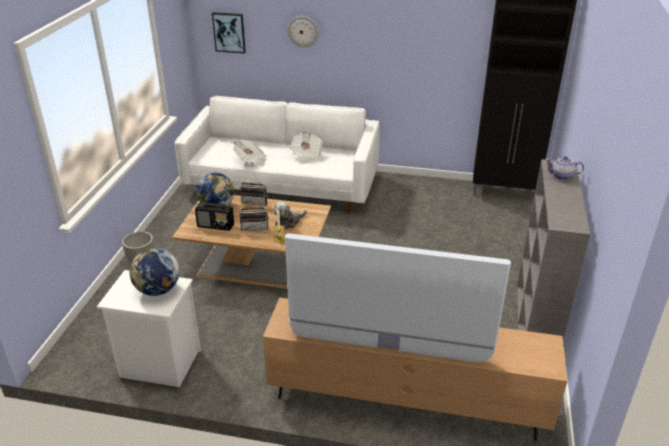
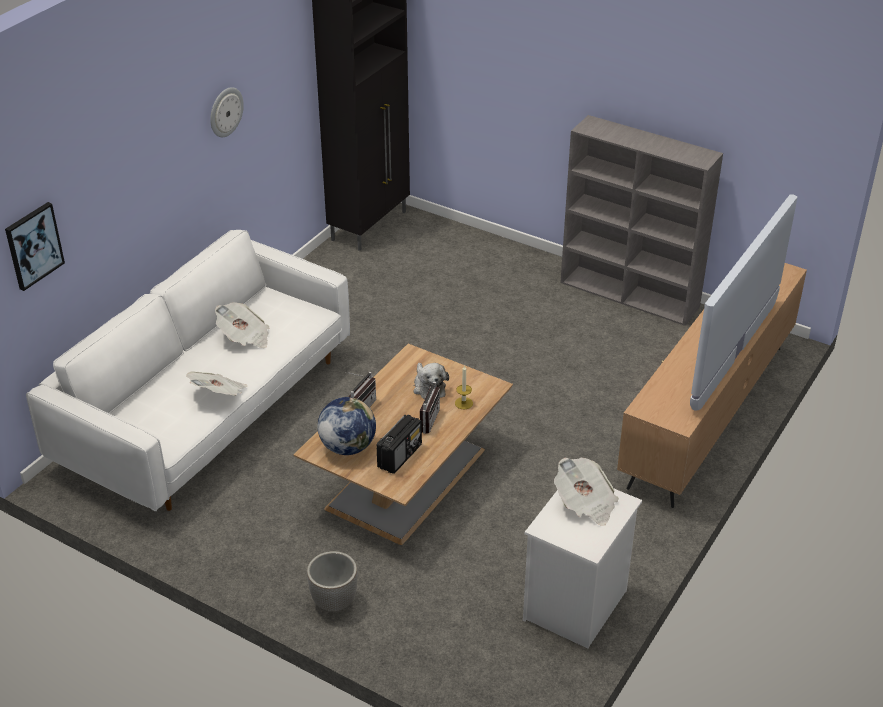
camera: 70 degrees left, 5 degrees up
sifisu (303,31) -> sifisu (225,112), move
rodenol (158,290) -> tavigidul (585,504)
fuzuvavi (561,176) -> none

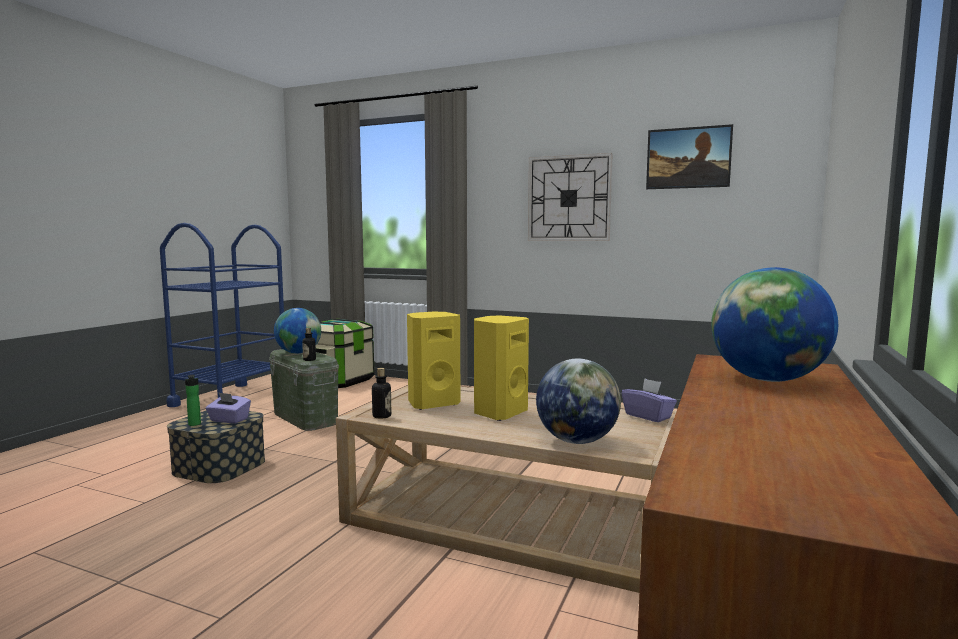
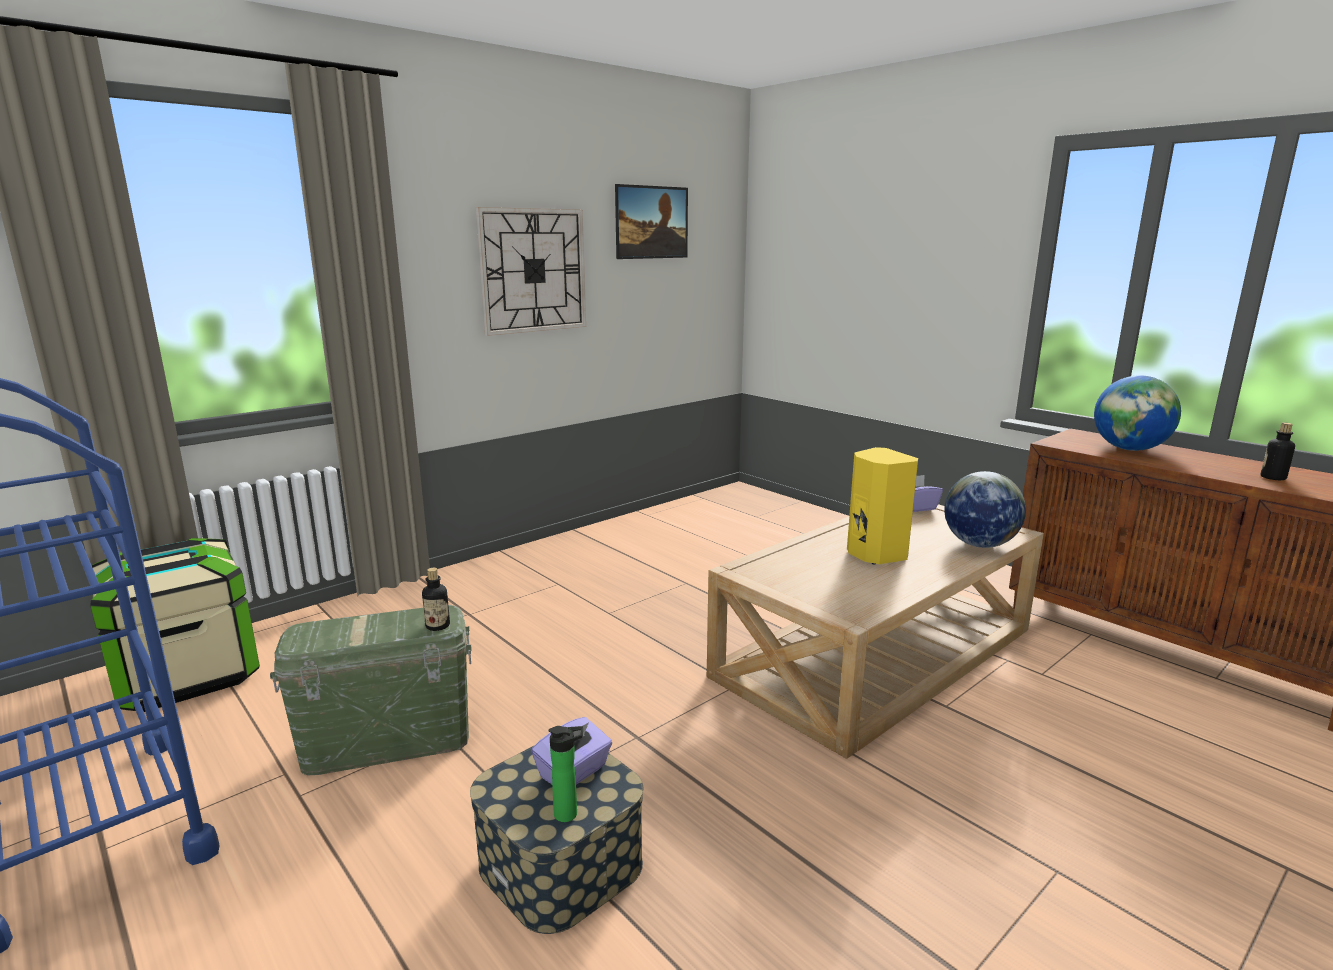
camera: 65 degrees left, 10 degrees up
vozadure (382,416) -> vozadure (1273,477), move
rodenol (298,353) -> none
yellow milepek (432,403) -> none

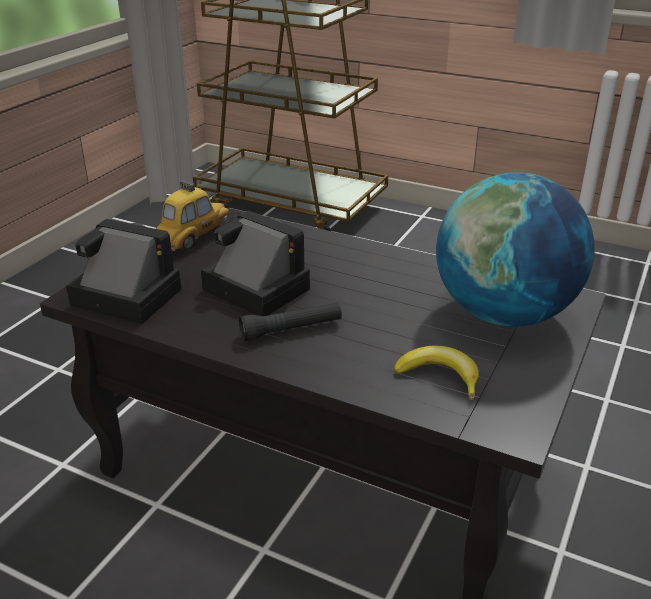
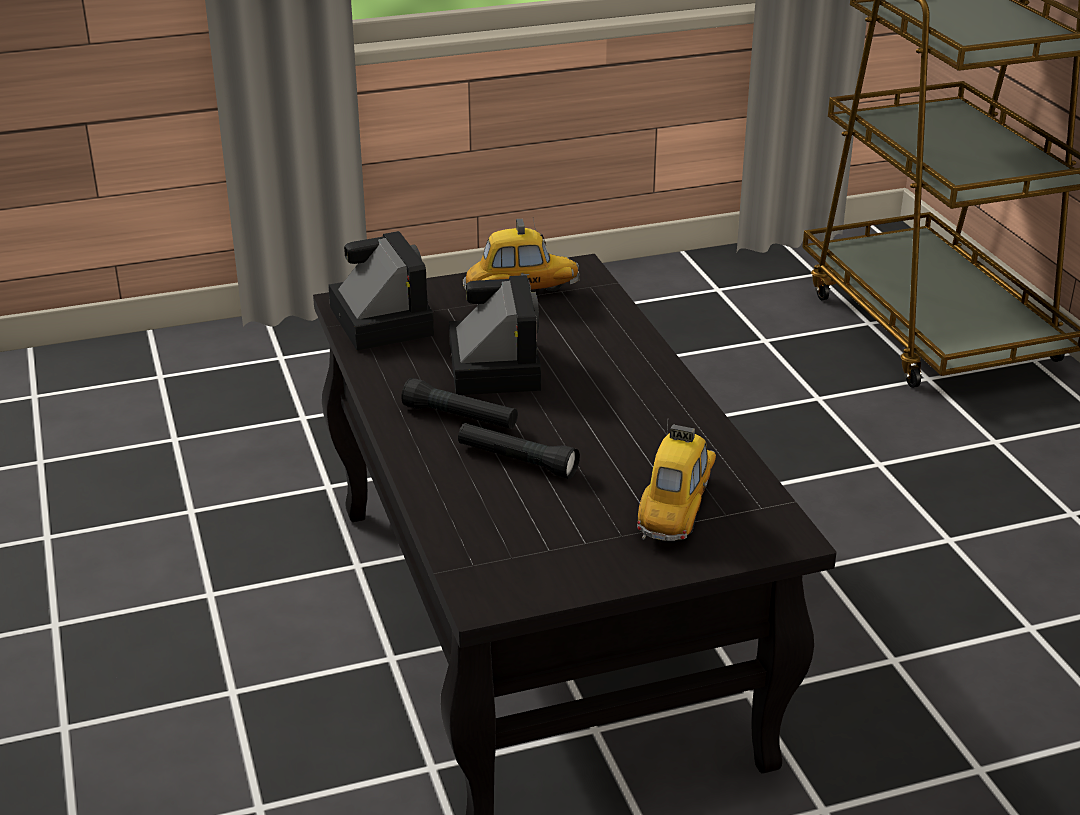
camera: 45 degrees right, 0 degrees up
none -> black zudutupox (517,461)
rodenol (503,314) -> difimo (678,509)
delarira (439,377) -> none

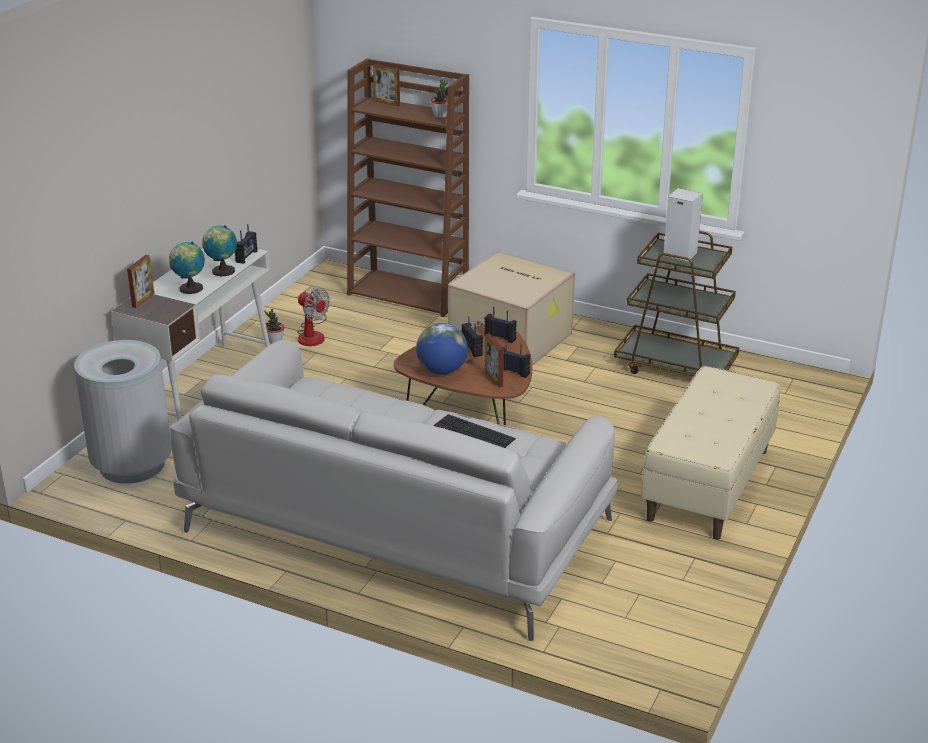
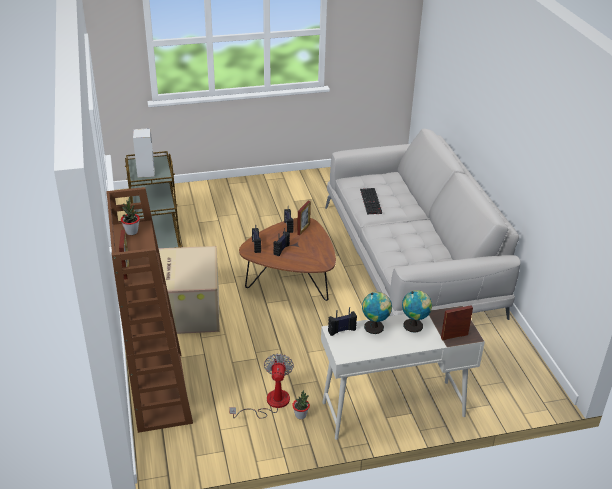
camera: 130 degrees left, 5 degrees up
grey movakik (132,465) -> none
rodenol (442,371) -> none
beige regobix (709,485) -> none

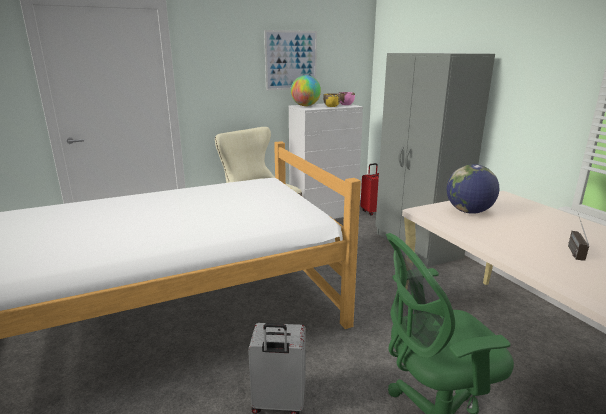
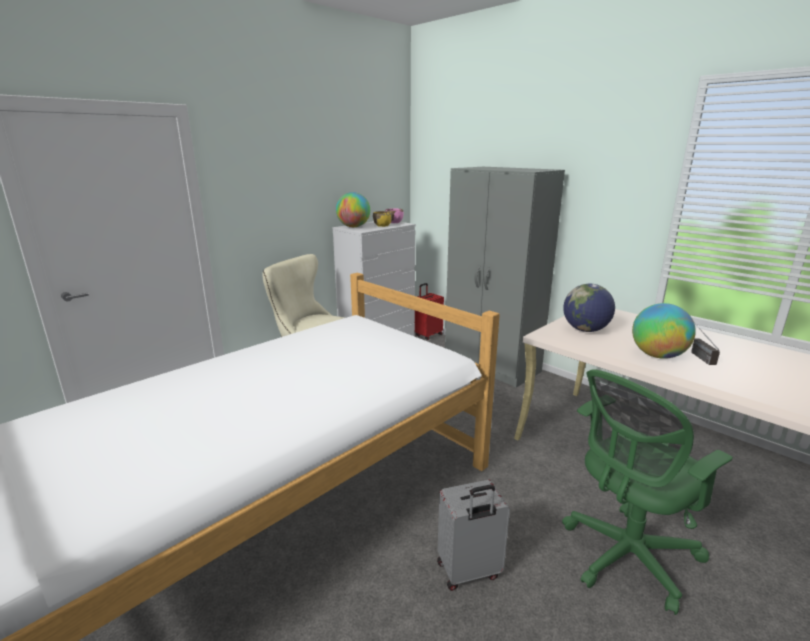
camera: 20 degrees left, 0 degrees up
none -> rodenol (657,355)
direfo (291,60) -> none

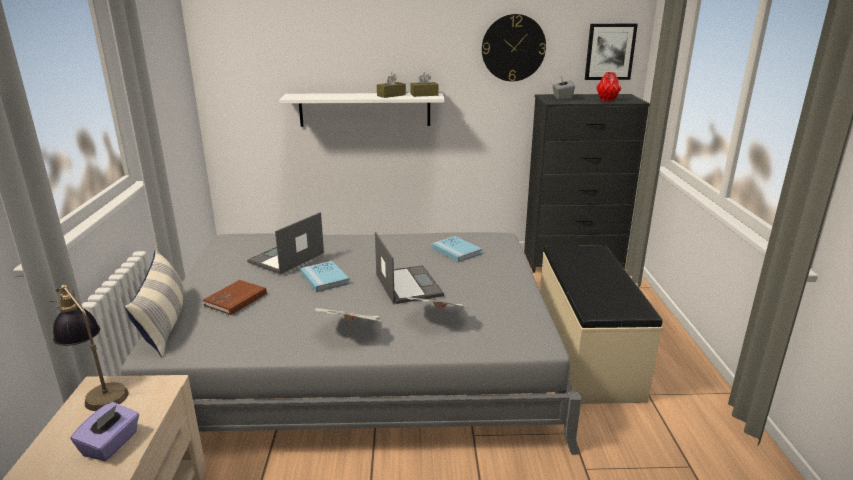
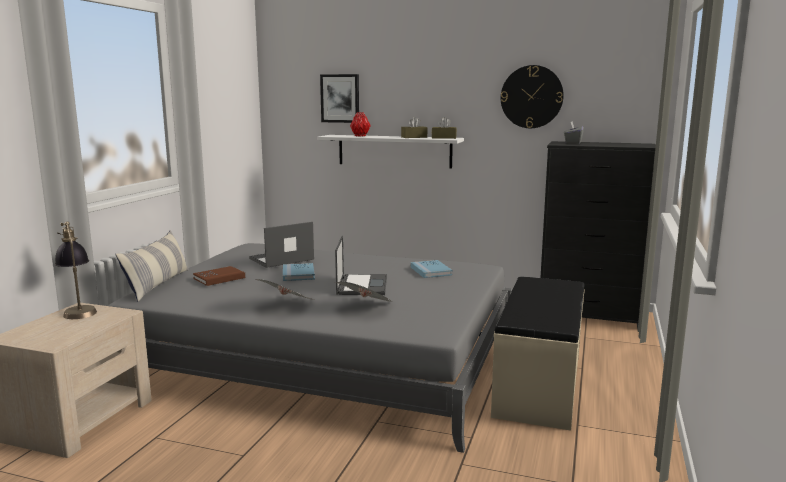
camera: 20 degrees right, 10 degrees down
direfo (610,51) -> direfo (340,98), move
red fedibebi (606,100) -> red fedibebi (360,136), move
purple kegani (111,444) -> none

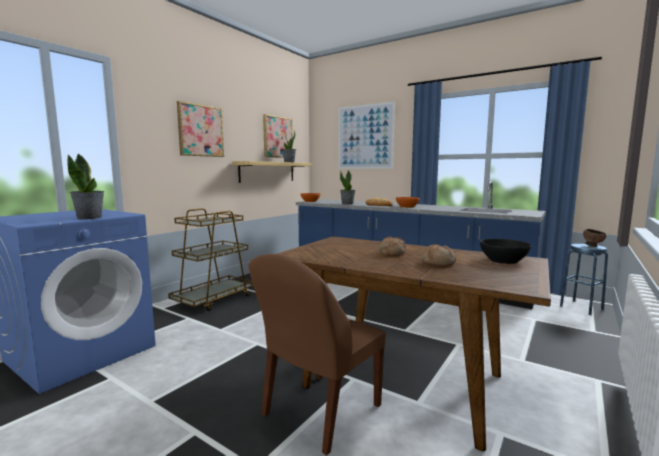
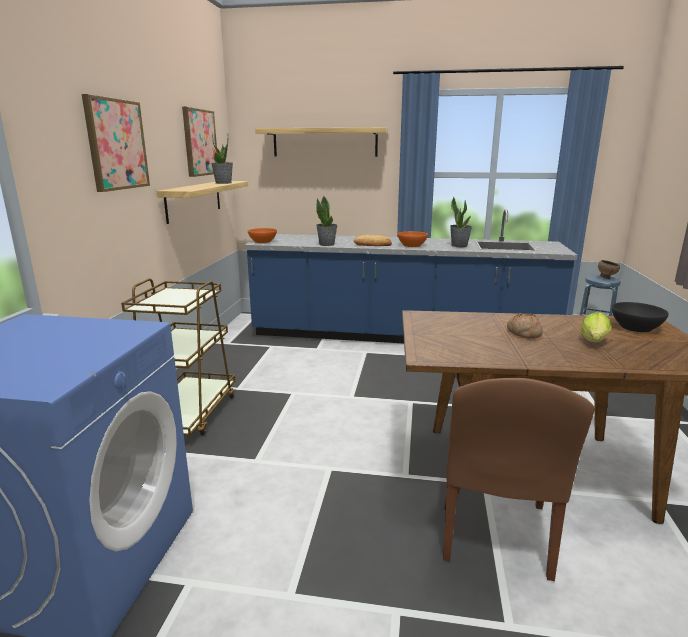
camera: 25 degrees left, 10 degrees up
direfo (365,137) -> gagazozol (325,142)
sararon (90,217) -> sararon (459,245), move
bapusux (438,263) -> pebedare (594,342)

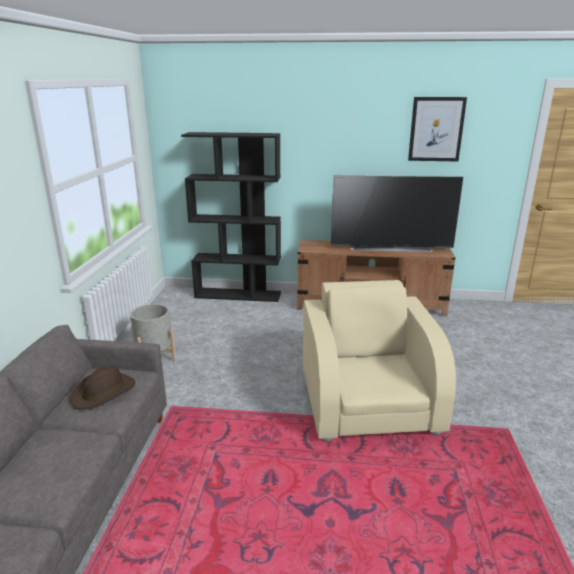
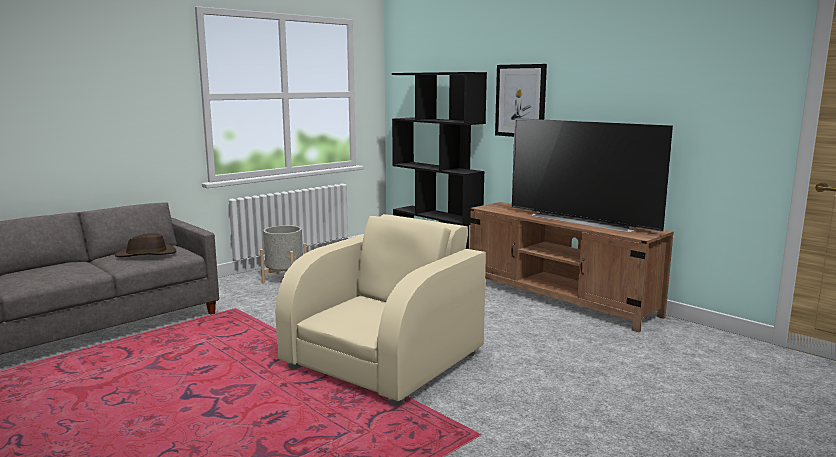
camera: 40 degrees right, 10 degrees down
direfo (436,129) -> direfo (520,101), move

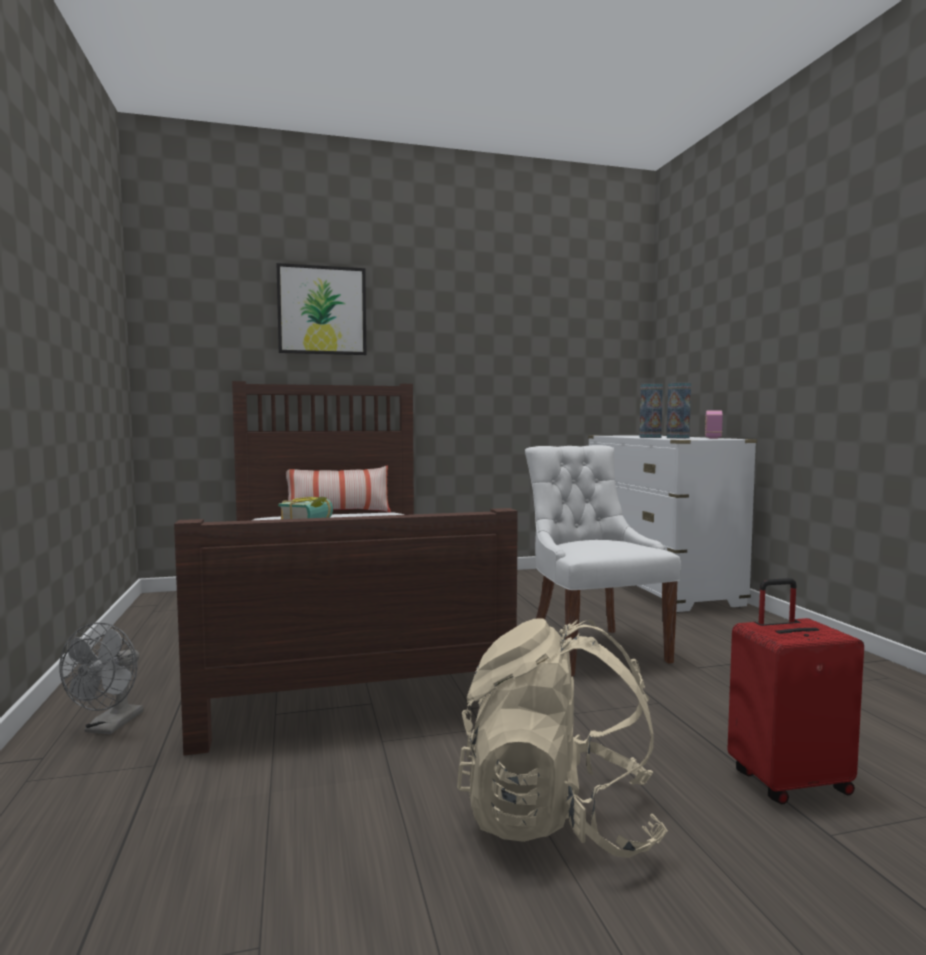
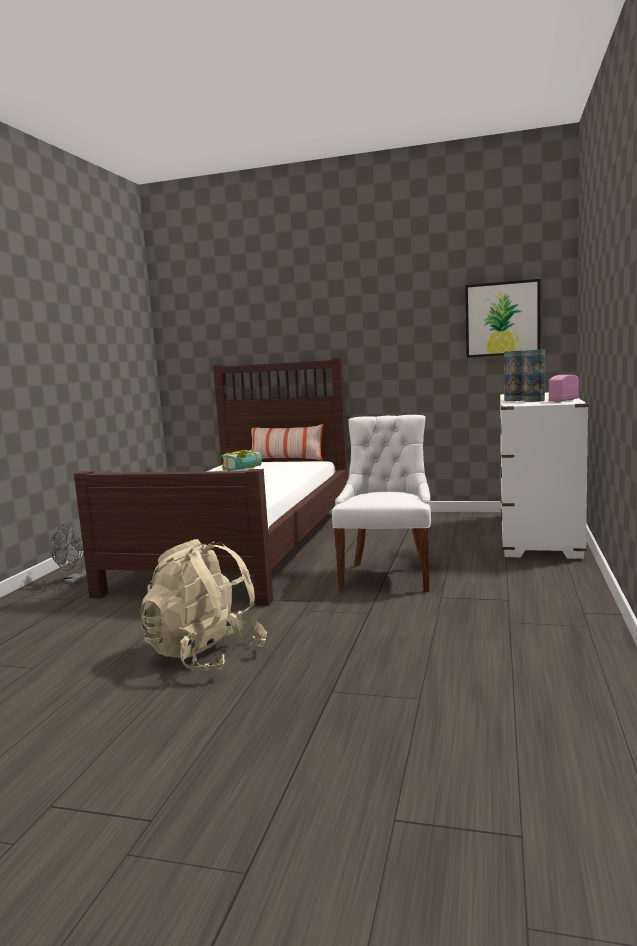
camera: 30 degrees right, 5 degrees up
direfo (322,310) -> direfo (502,319), move
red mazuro (788,782) -> none

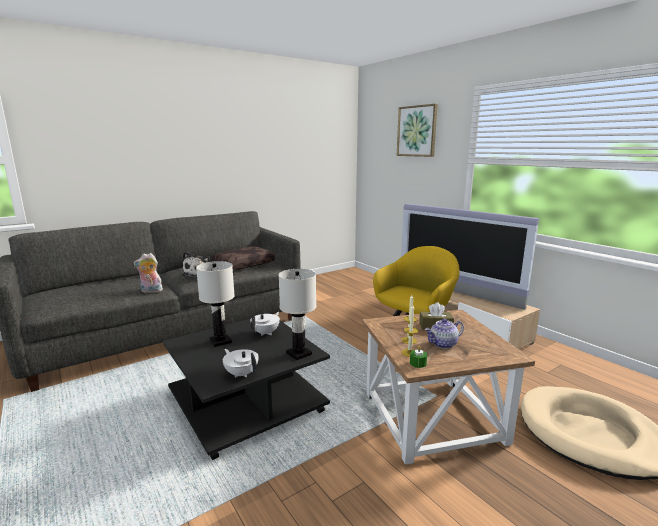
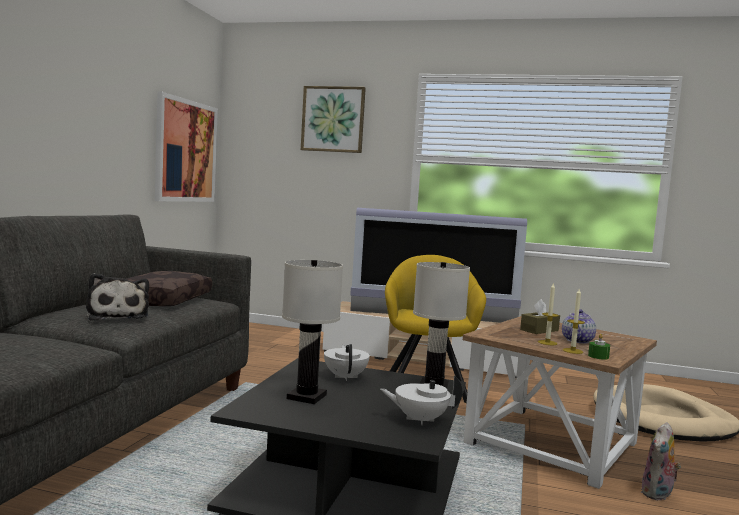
camera: 40 degrees left, 10 degrees down
none -> direfo (186,151)
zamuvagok (150,291) -> zamuvagok (658,494), move

